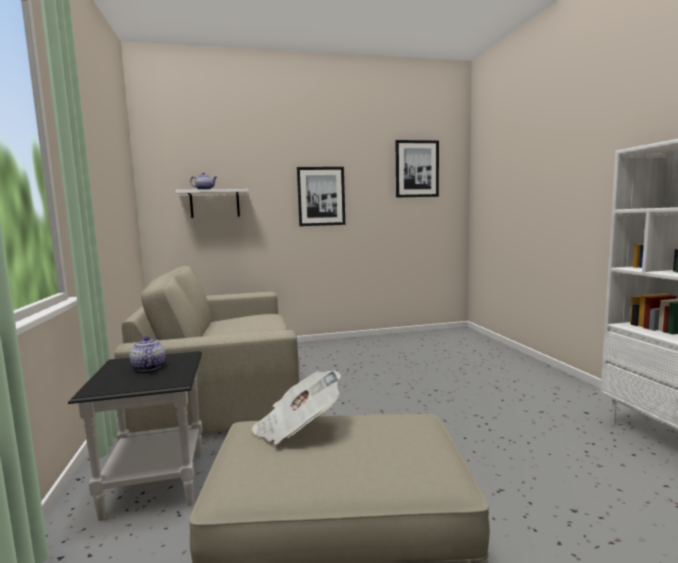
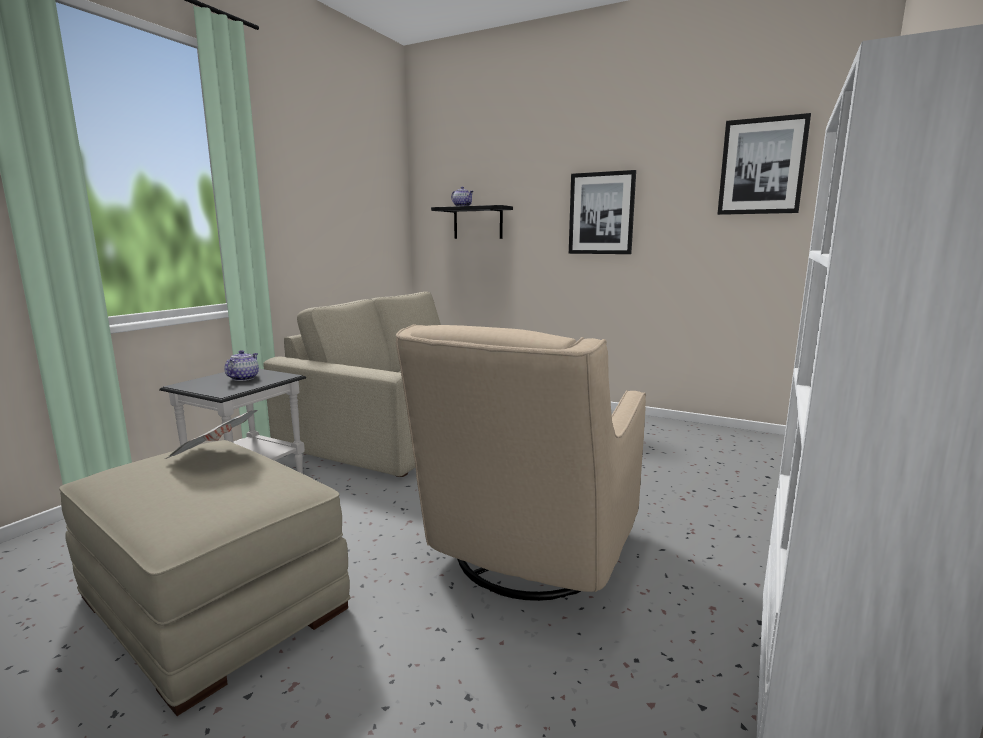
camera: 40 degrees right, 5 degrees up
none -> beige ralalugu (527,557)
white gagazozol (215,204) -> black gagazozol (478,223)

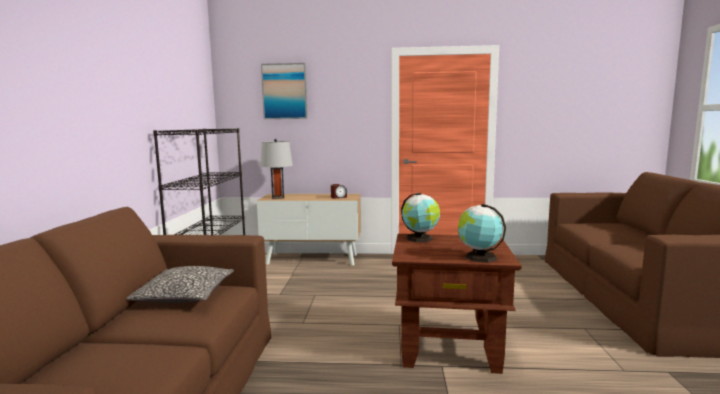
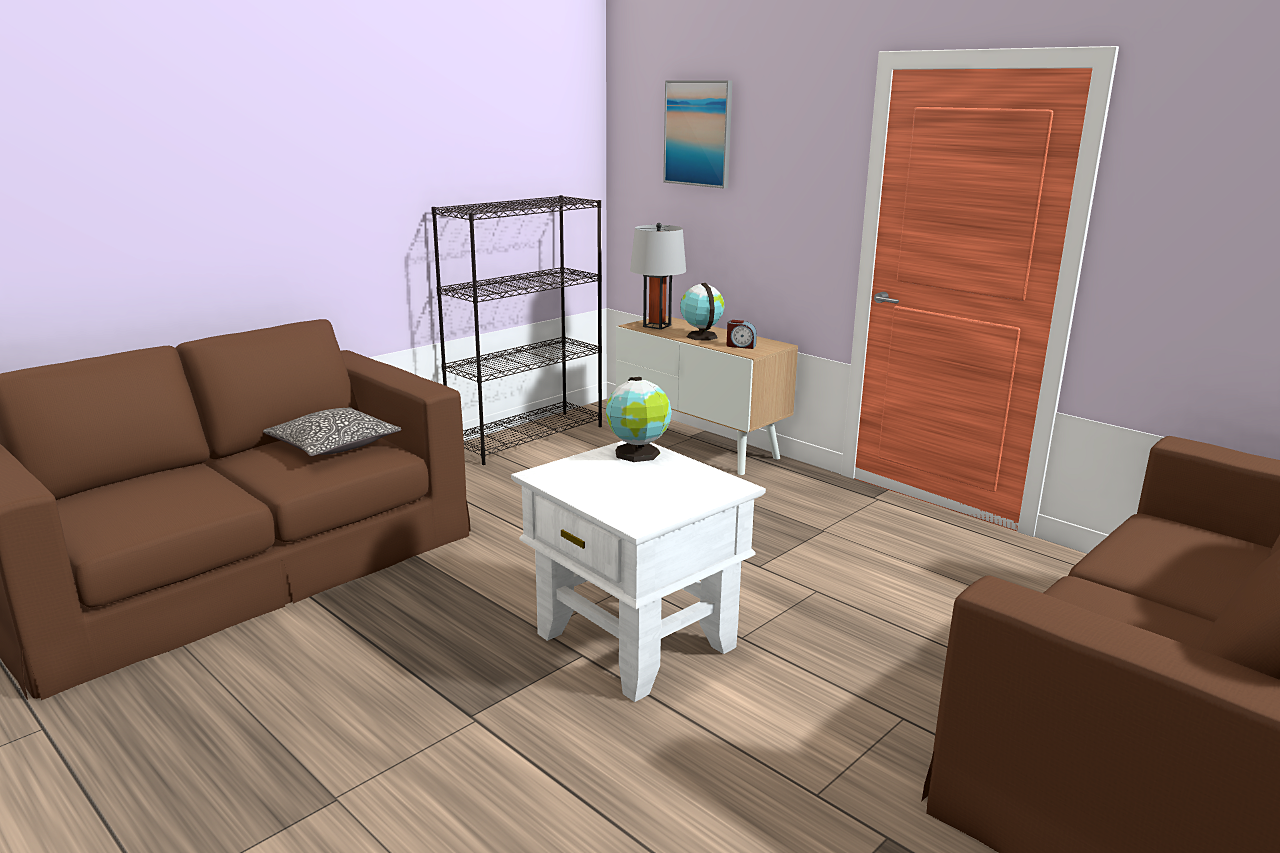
camera: 40 degrees right, 10 degrees up
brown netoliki (449,348) -> white netoliki (635,641)
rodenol (479,257) -> rodenol (701,336), move

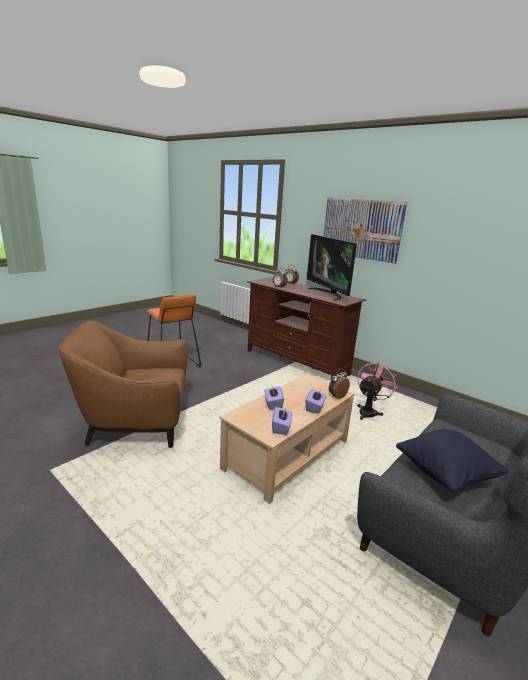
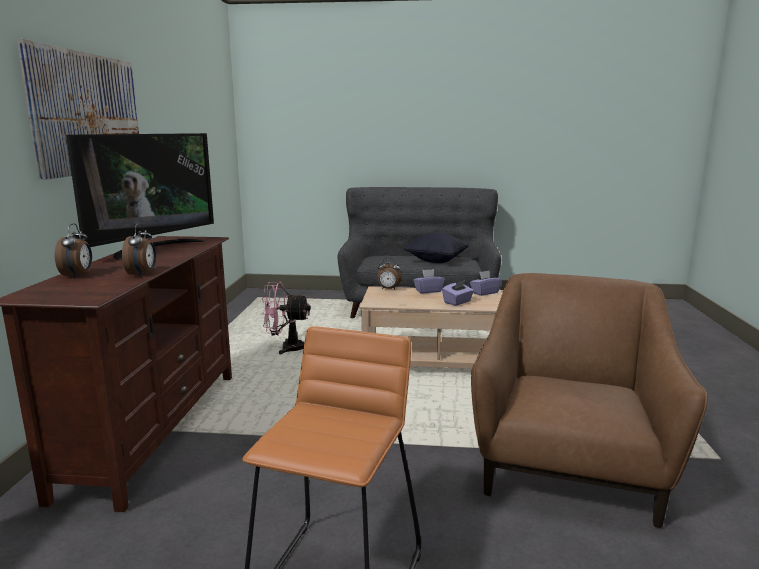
camera: 125 degrees left, 5 degrees down
brown ralalugu (135,423) -> brown ralalugu (568,465), 120 degrees counterclockwise

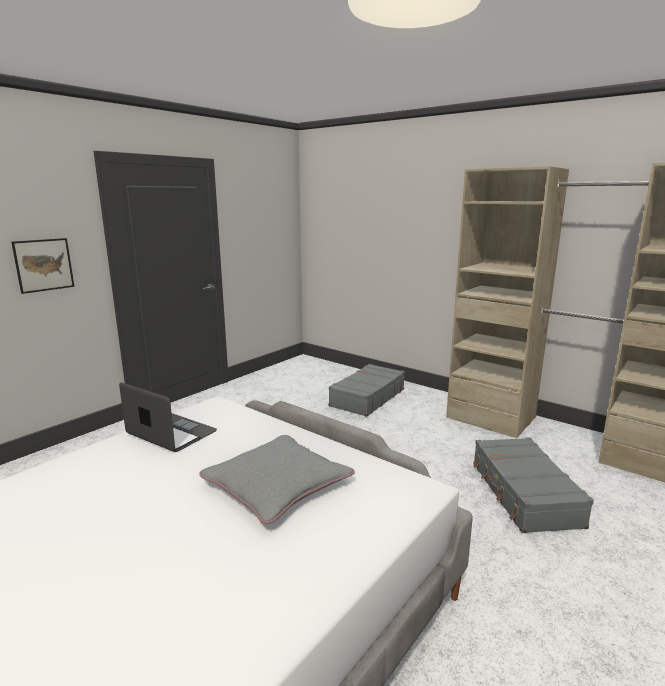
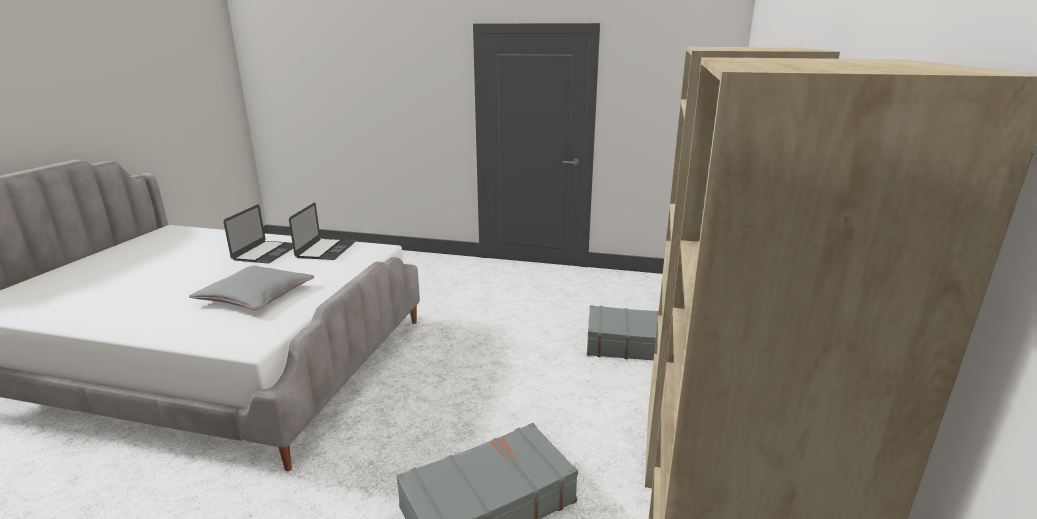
camera: 65 degrees right, 5 degrees up
none -> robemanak (266,252)
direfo (44,265) -> none

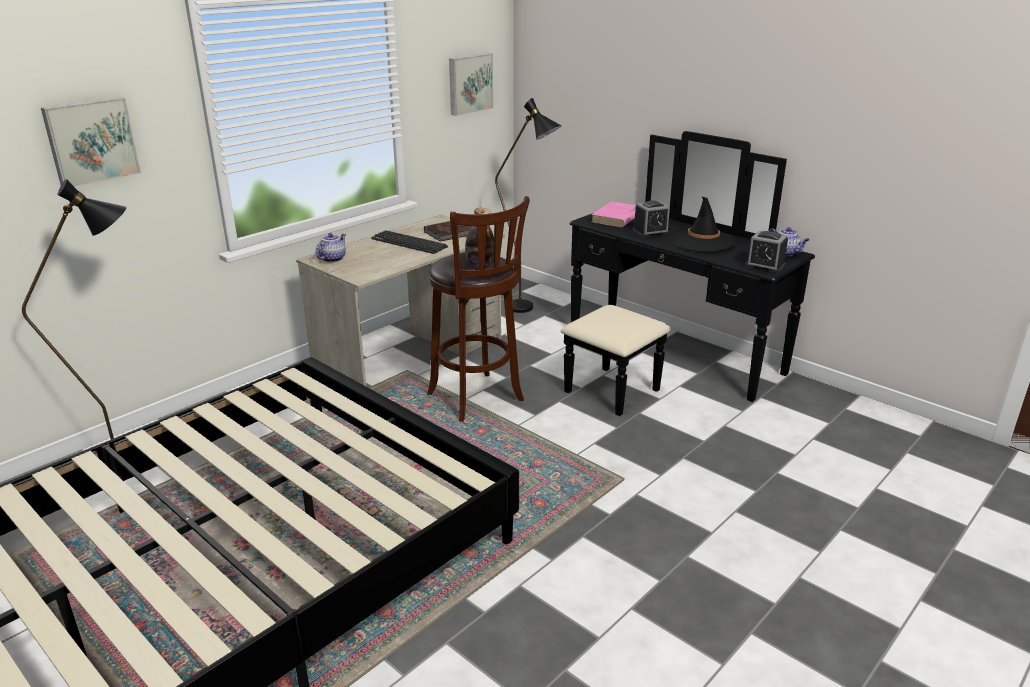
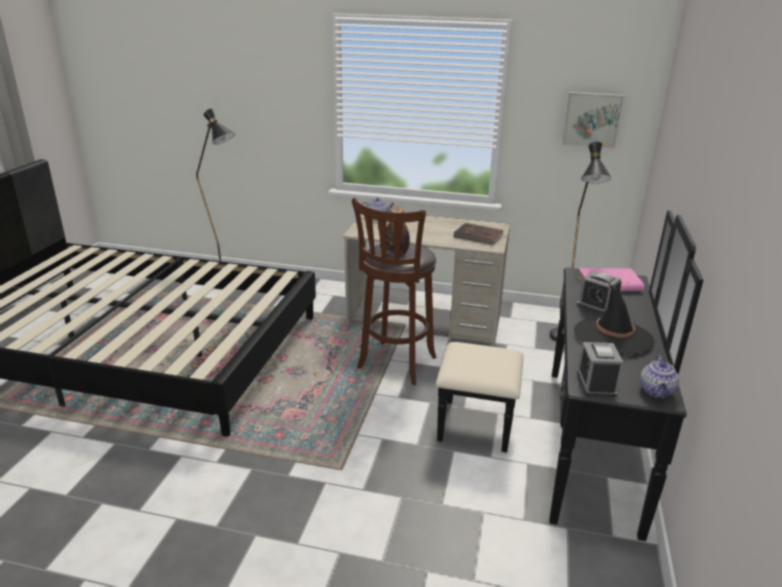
camera: 60 degrees right, 0 degrees up
direfo (91,141) -> none
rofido (409,243) -> none

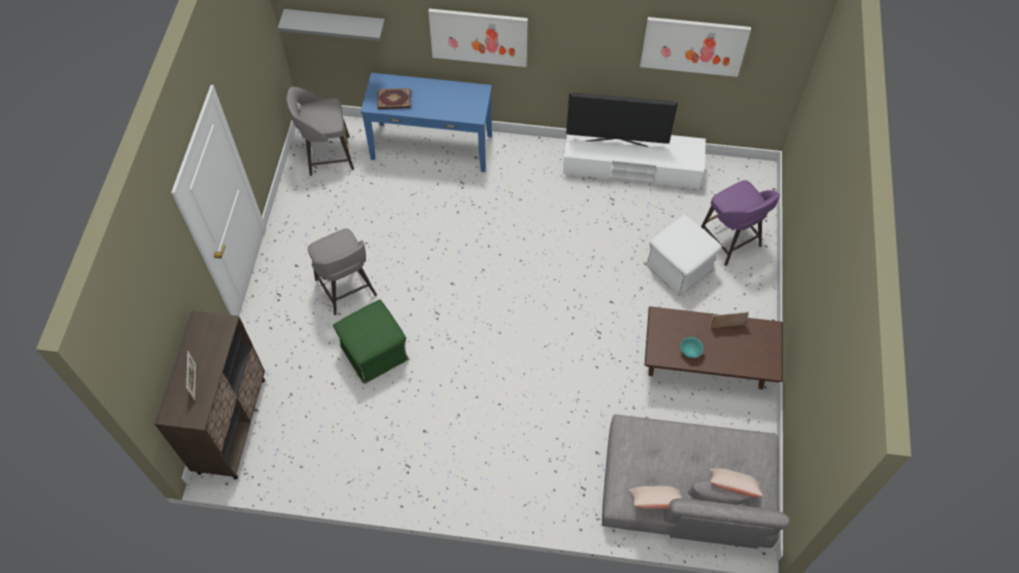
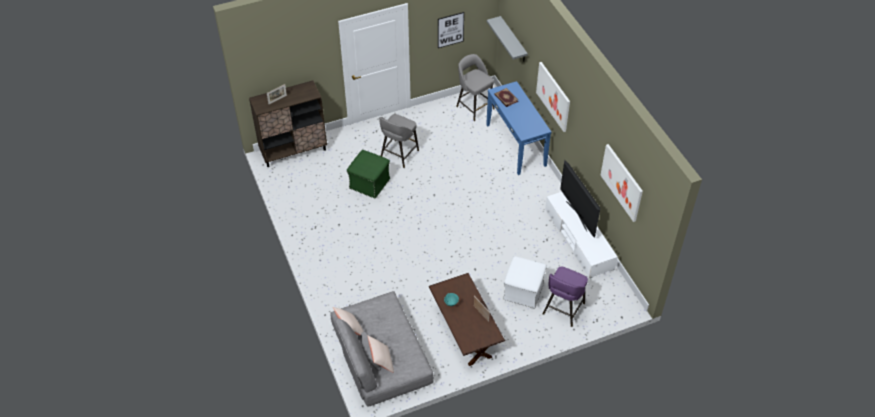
camera: 60 degrees right, 10 degrees down
none -> direfo (450,30)

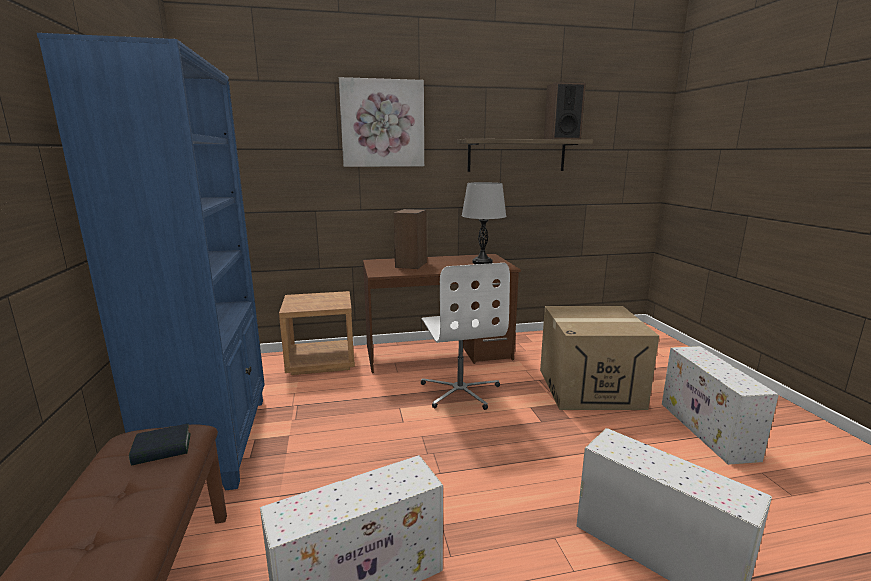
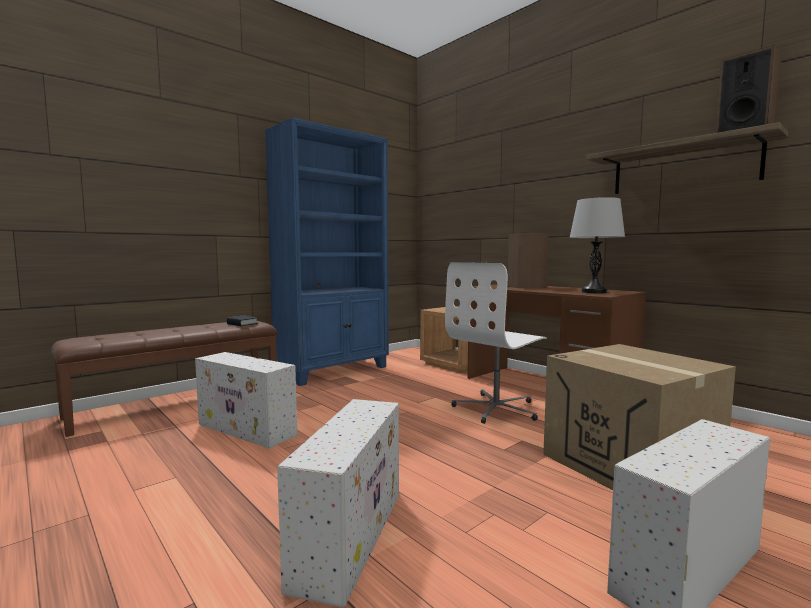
camera: 60 degrees right, 10 degrees down
direfo (382,124) -> none

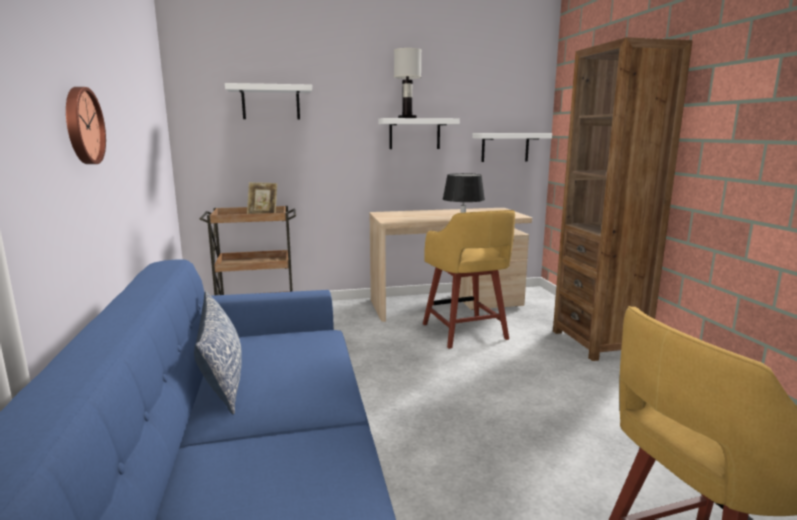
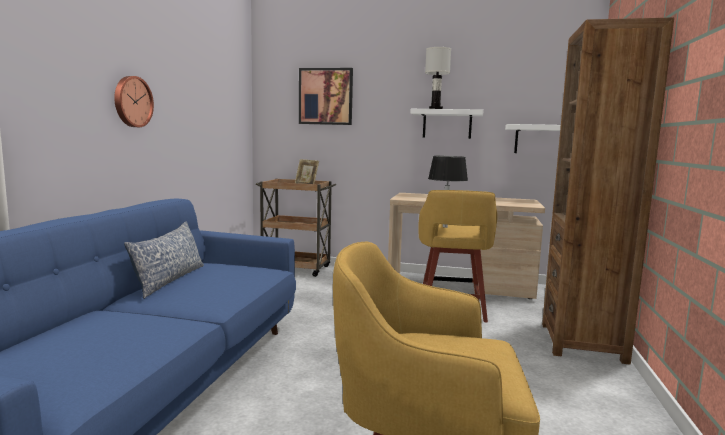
camera: 25 degrees right, 5 degrees down
white gagazozol (271,103) -> direfo (325,96)

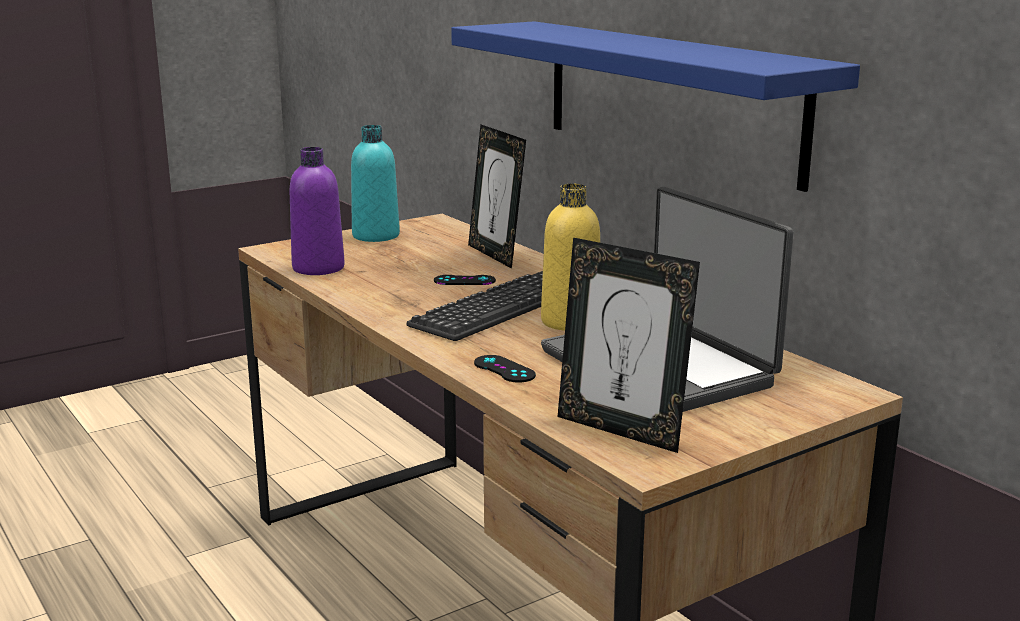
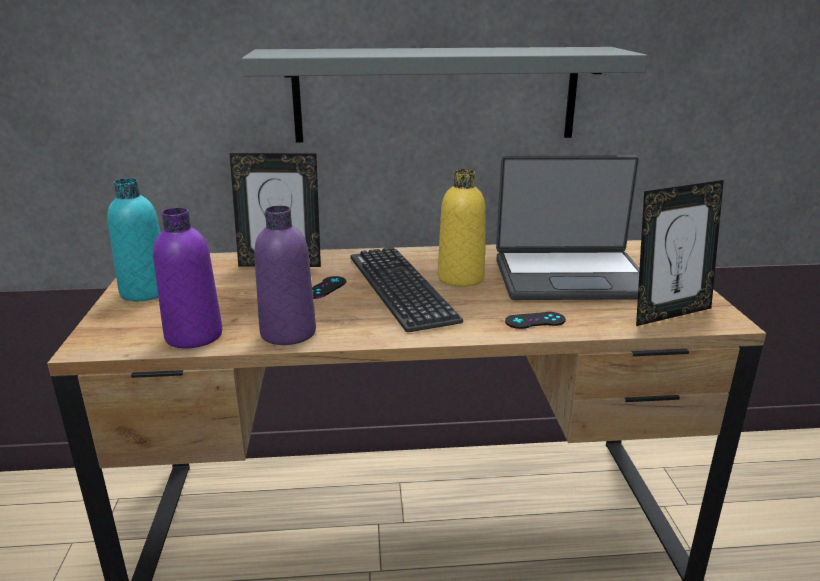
camera: 60 degrees left, 5 degrees up
blue gagazozol (669,98) -> grey gagazozol (436,94)
none -> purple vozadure (288,333)

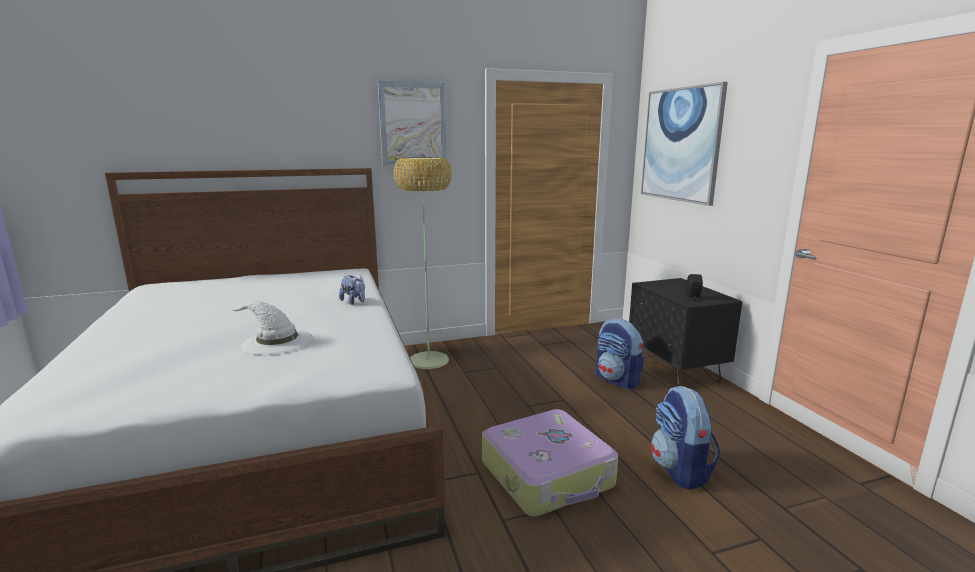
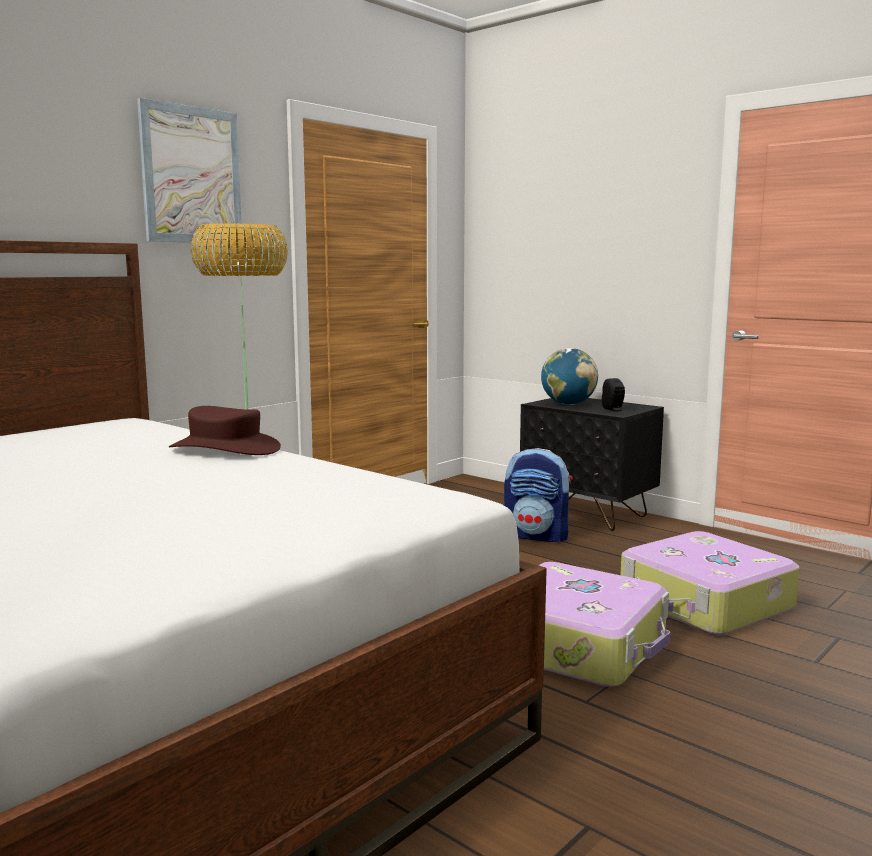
camera: 30 degrees left, 5 degrees down
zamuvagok (354,302) -> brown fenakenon (225,448)
none -> rodenol (568,404)
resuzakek (680,470) -> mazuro (705,603)
white fenakenon (276,342) -> none
direfo (680,145) -> none

